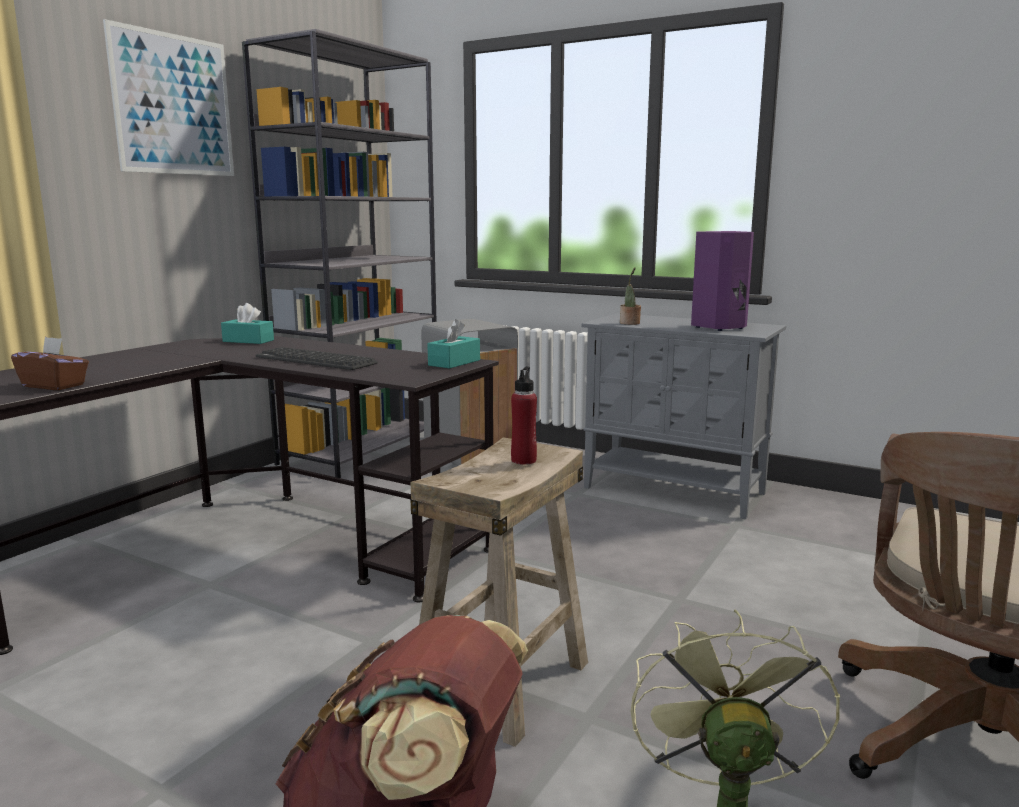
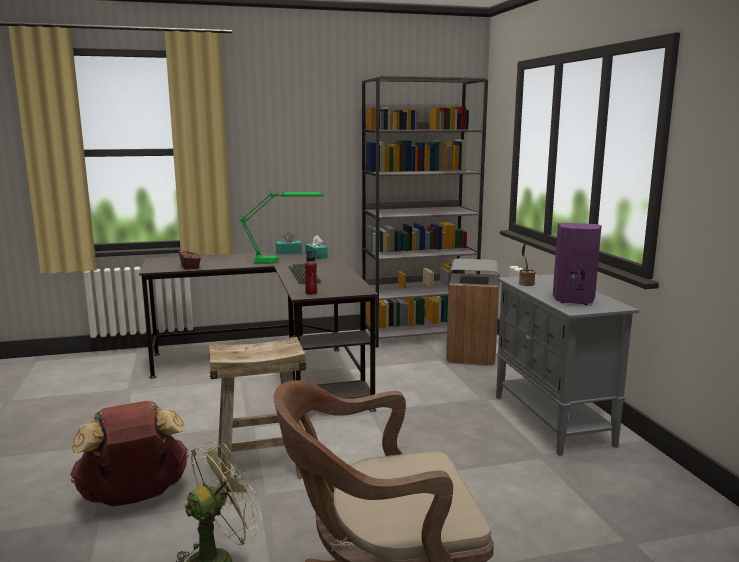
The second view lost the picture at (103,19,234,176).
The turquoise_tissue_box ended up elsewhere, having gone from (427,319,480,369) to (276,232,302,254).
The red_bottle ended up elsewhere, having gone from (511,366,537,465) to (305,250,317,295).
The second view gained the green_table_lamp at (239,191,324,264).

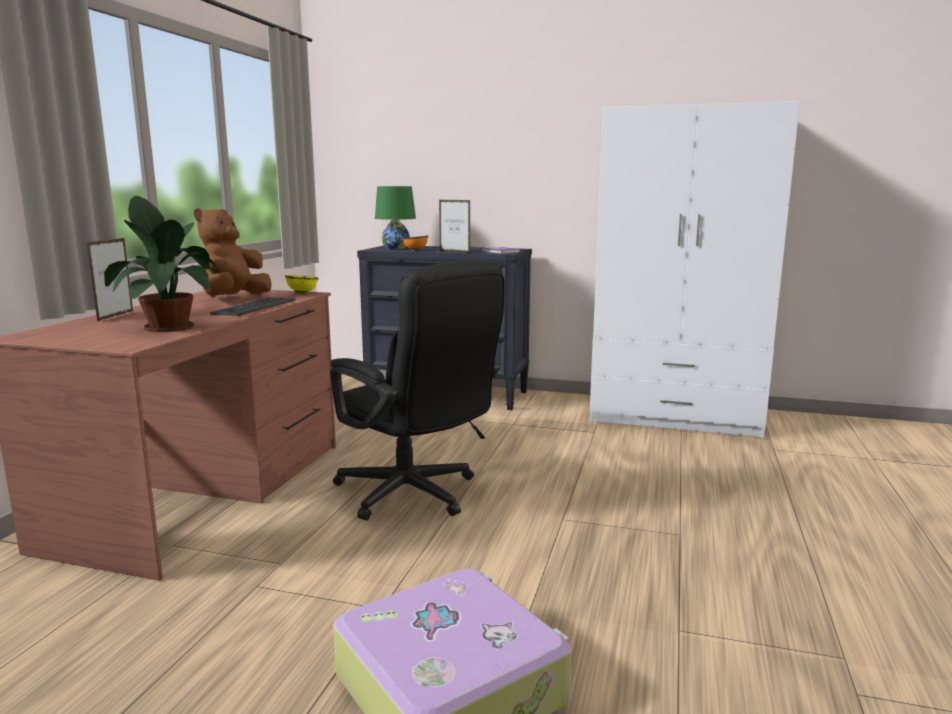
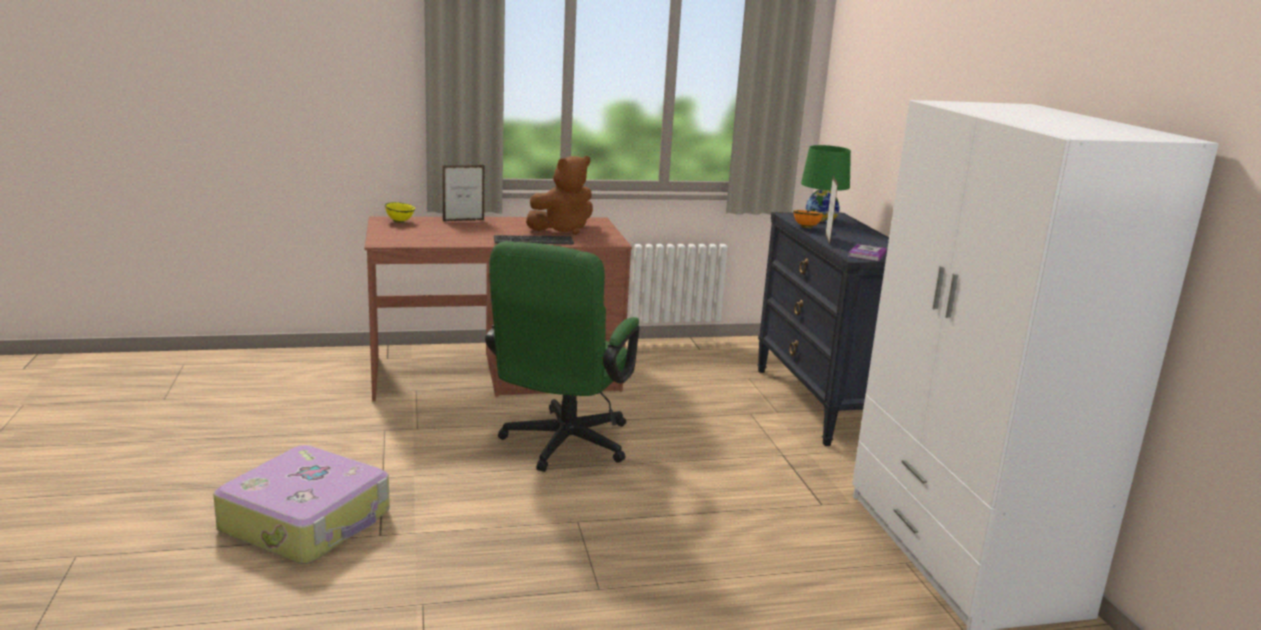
The second view lost the potted_plant at (104,196,222,332).
The brown_plush_toy at (194,208,272,297) ended up facing another way, 150 degrees clockwise from before.
The yellow_bowl ended up elsewhere, having gone from (285,275,319,294) to (385,202,415,223).
What was the black_office_chair at (330,260,505,520) turned into the green_office_chair at (485,241,640,472).

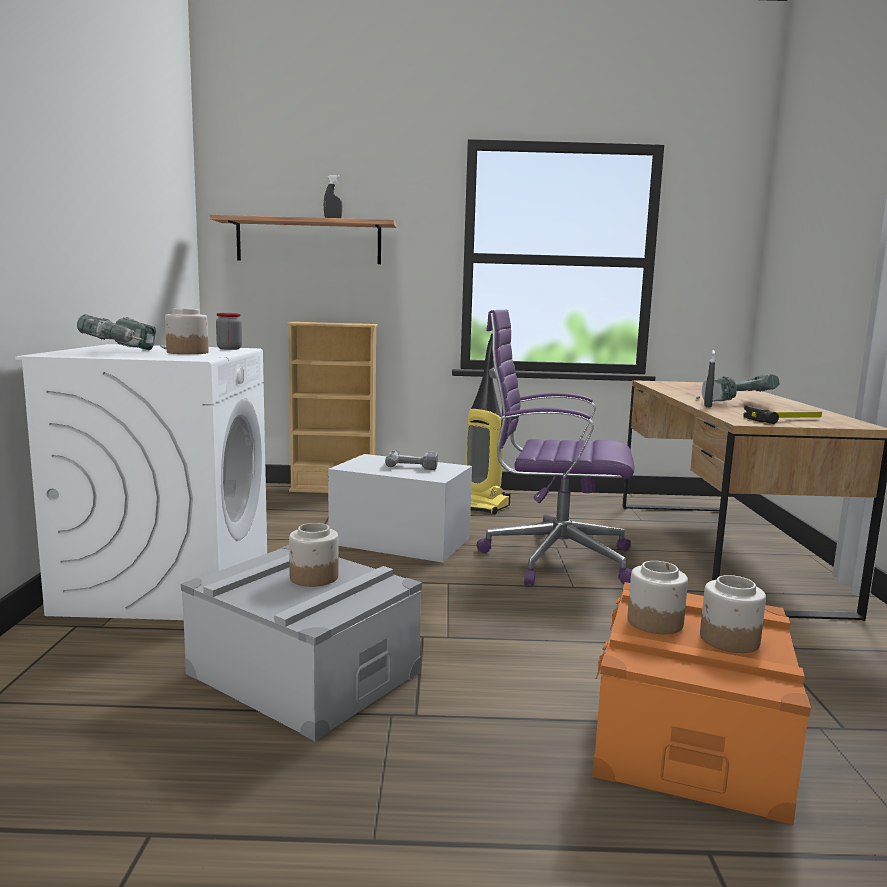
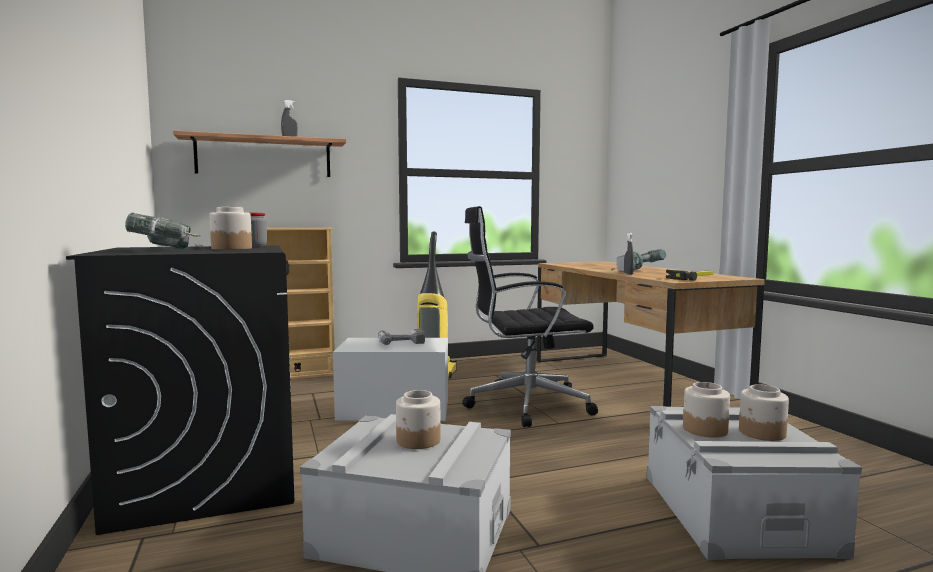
What was the white_washing_machine at (15,344,267,620) turned into the black_washing_machine at (66,246,294,535).
What was the purple_office_chair at (477,310,634,585) turned into the black_office_chair at (462,206,598,427).
What was the orange_storage_box at (592,582,811,825) turned into the grey_storage_box at (647,406,862,560).

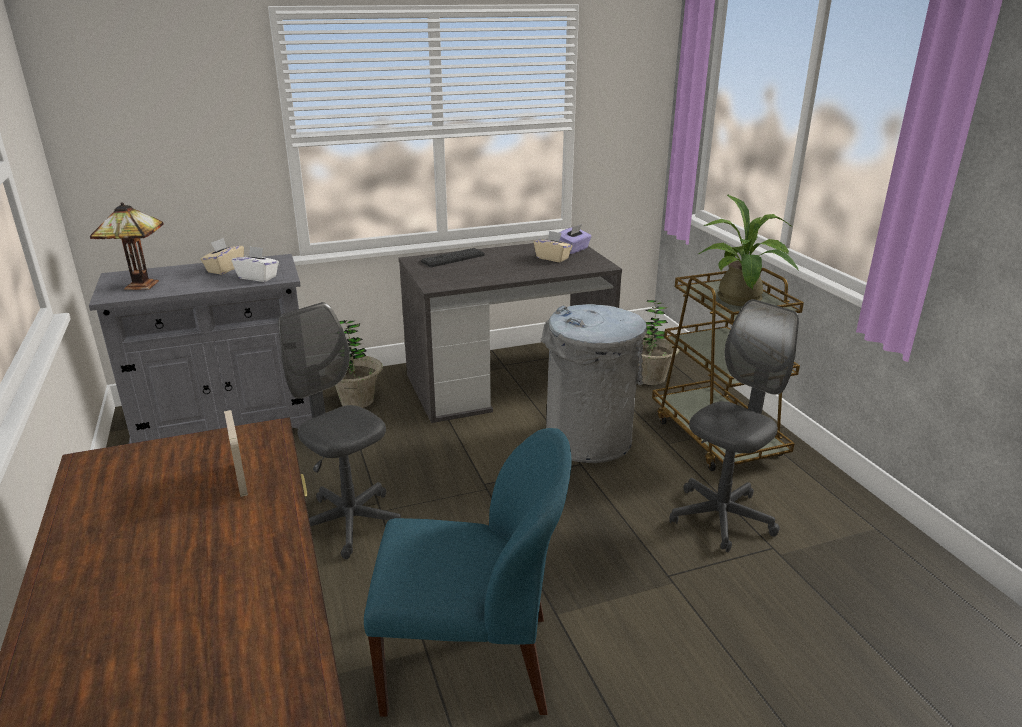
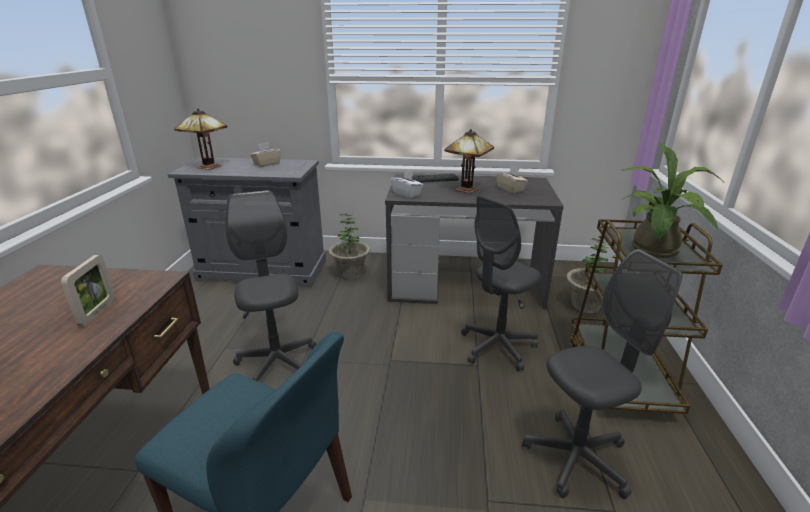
The white_tissue_box ended up elsewhere, having gone from (232,246,279,282) to (391,170,423,198).
Where the grey_trash_can stood at (540,304,647,463), the grey_office_chair came to stand at (461,196,541,371).
The second view lost the purple_tissue_box at (559,224,592,254).
The second view gained the table_lamp at (444,129,494,194).

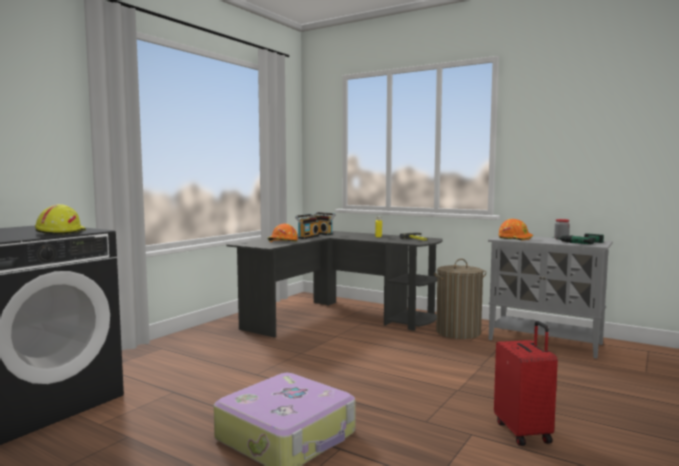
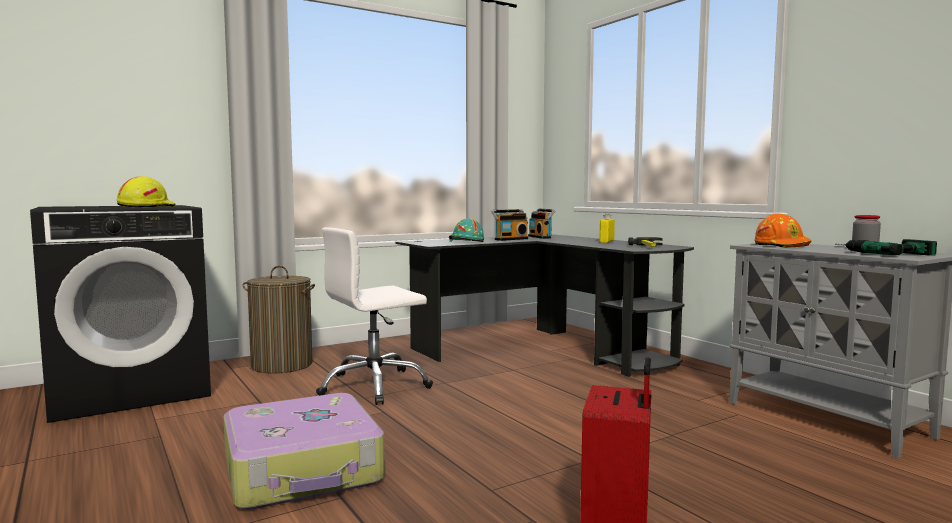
What was the orange_hard_hat at (267,224,298,242) turned into the turquoise_hard_hat at (448,218,484,242).
The laundry_basket ended up elsewhere, having gone from (434,259,486,339) to (243,265,315,373).
The second view gained the white_office_chair at (316,227,433,405).

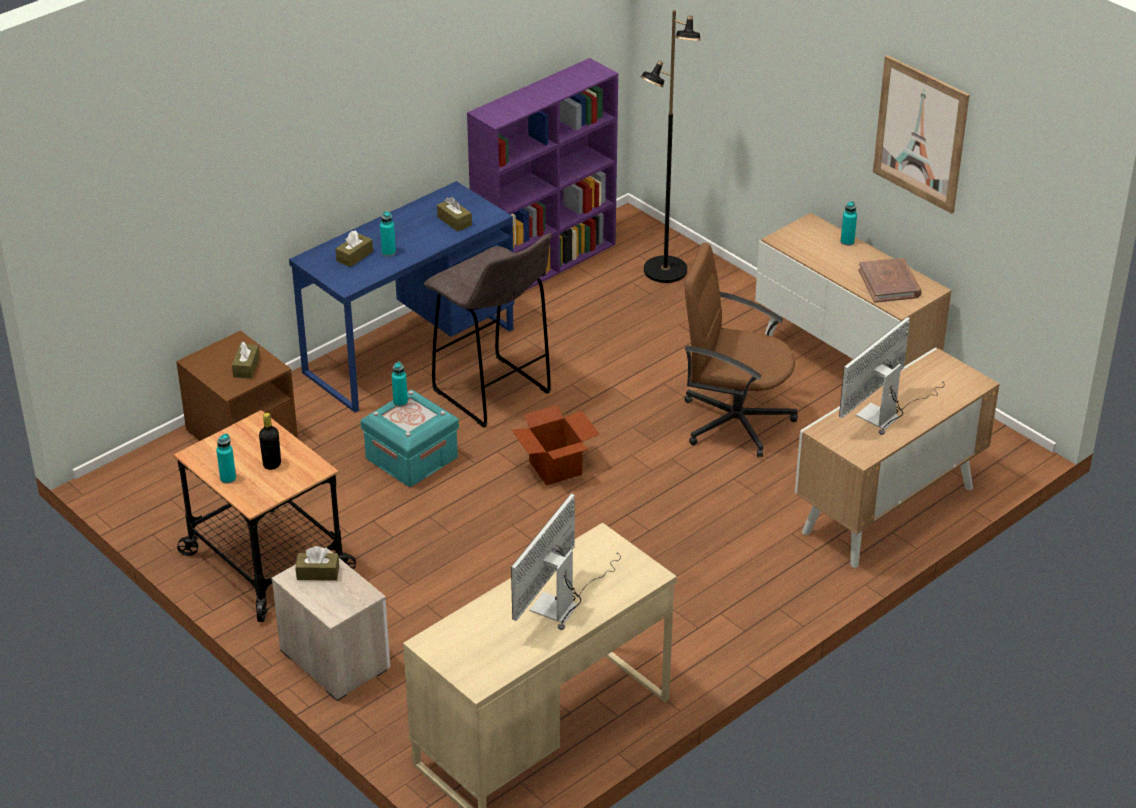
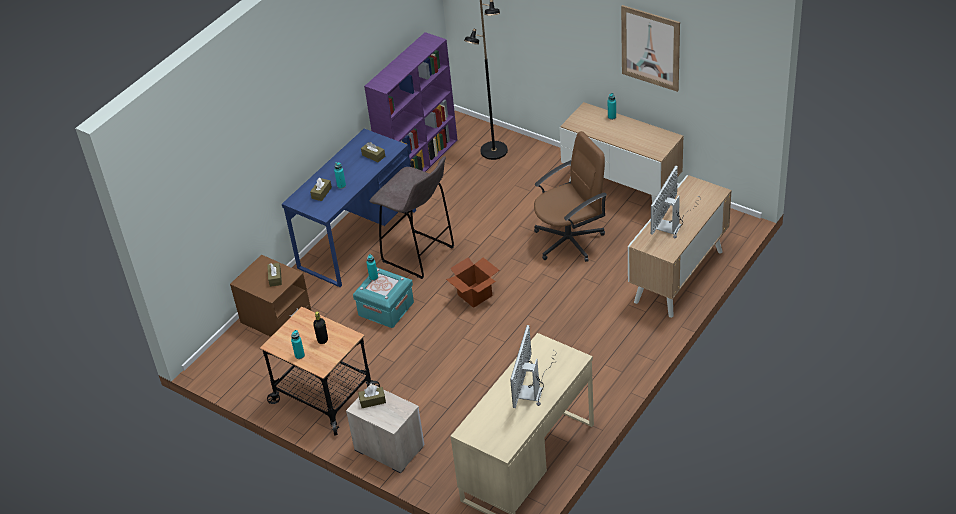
The brown_office_chair at (685,243,798,457) ended up facing another way, 150 degrees clockwise from before.
The second view lost the brown_book at (858,258,922,303).

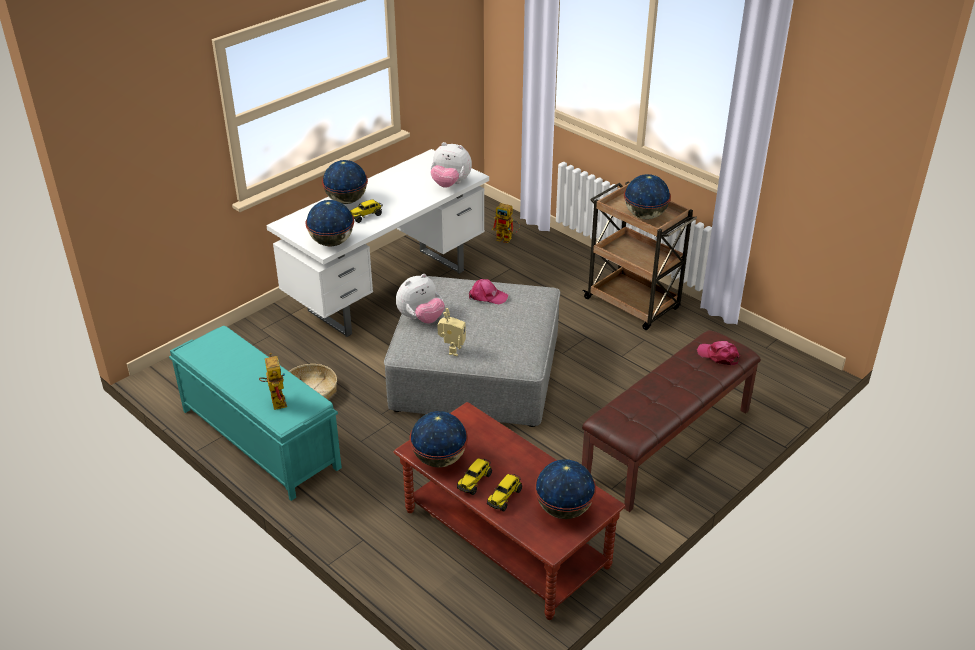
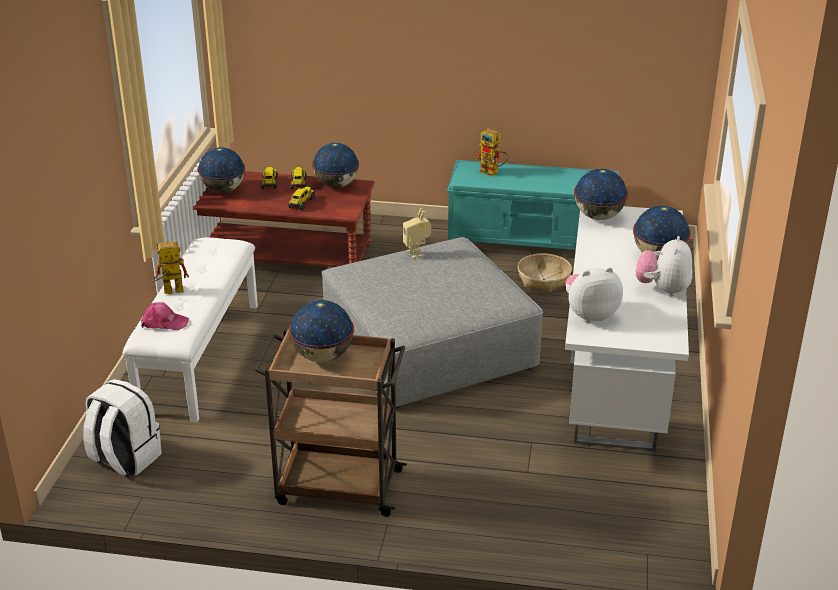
The toy_truck ended up elsewhere, having gone from (350,199,383,223) to (289,186,315,210).
The plush_toy ended up elsewhere, having gone from (396,274,445,323) to (636,236,692,296).
The second view lost the pink_cap at (469,279,508,304).
The toy_robot ended up elsewhere, having gone from (492,203,520,243) to (152,241,189,294).
What was the brown_bench at (582,330,761,512) turned into the white_bench at (123,237,258,422).
The second view gained the white_backpack at (83,379,161,478).

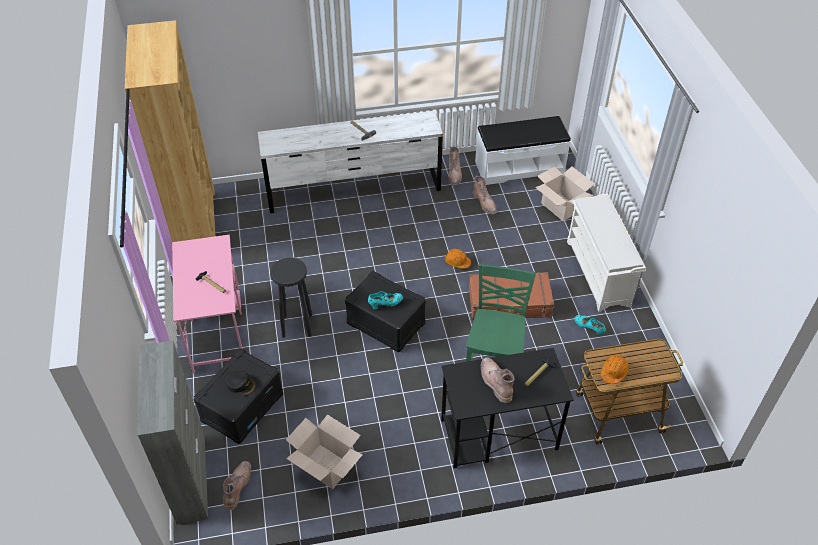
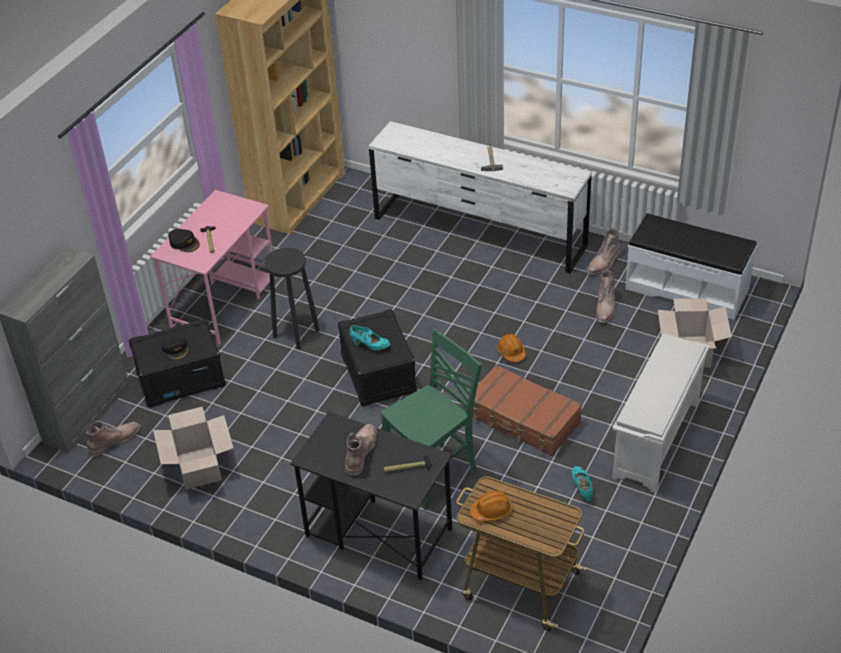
The second view gained the black_cap at (168,229,200,252).

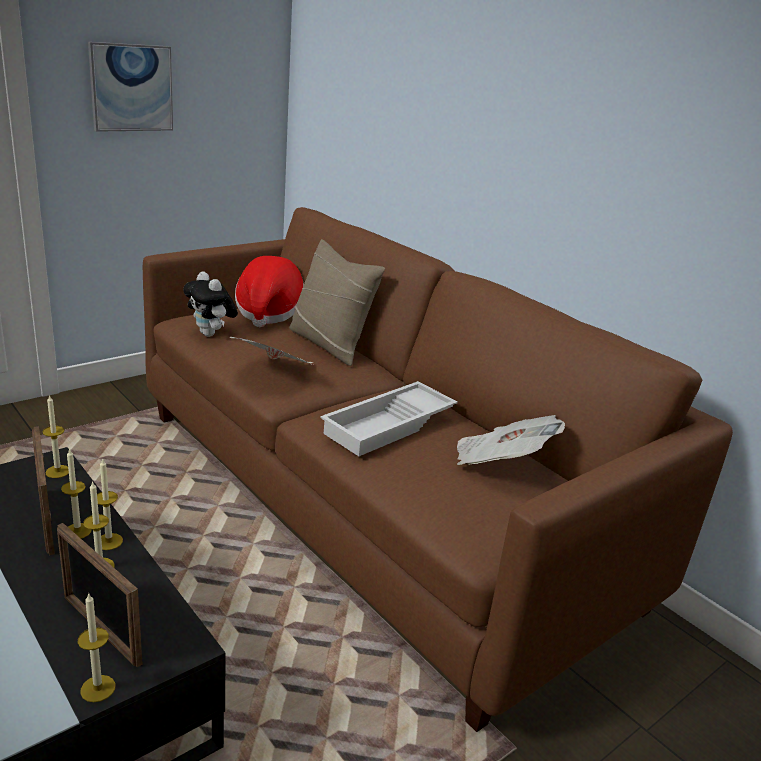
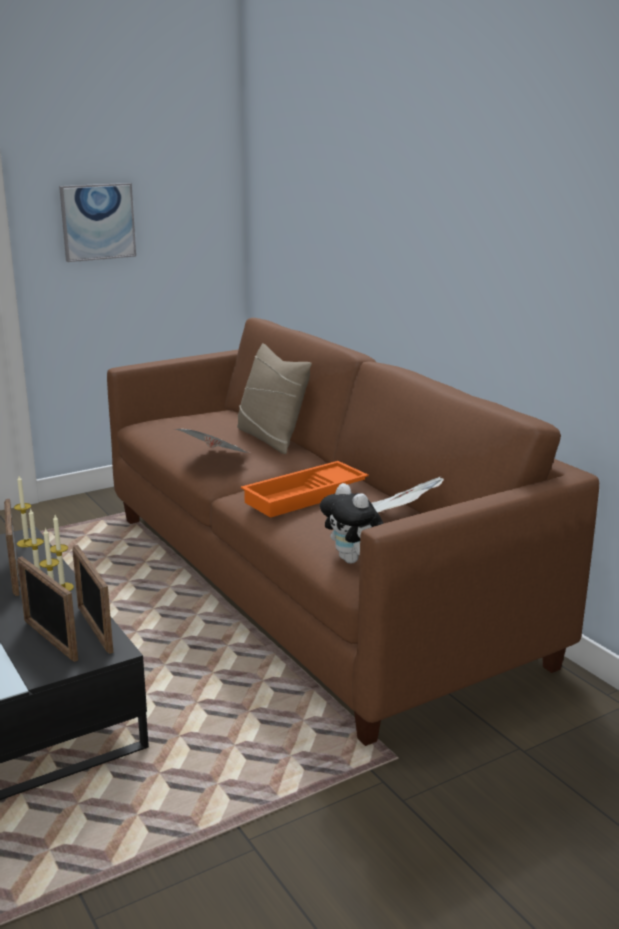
The second view lost the candle at (78,592,115,702).
The plush_toy ended up elsewhere, having gone from (183,271,238,337) to (320,483,384,564).
The second view lost the hat at (235,256,304,327).
What was the white_tray at (320,381,458,456) turned into the orange_tray at (241,461,369,518).
The second view gained the picture_frame at (72,545,113,654).

